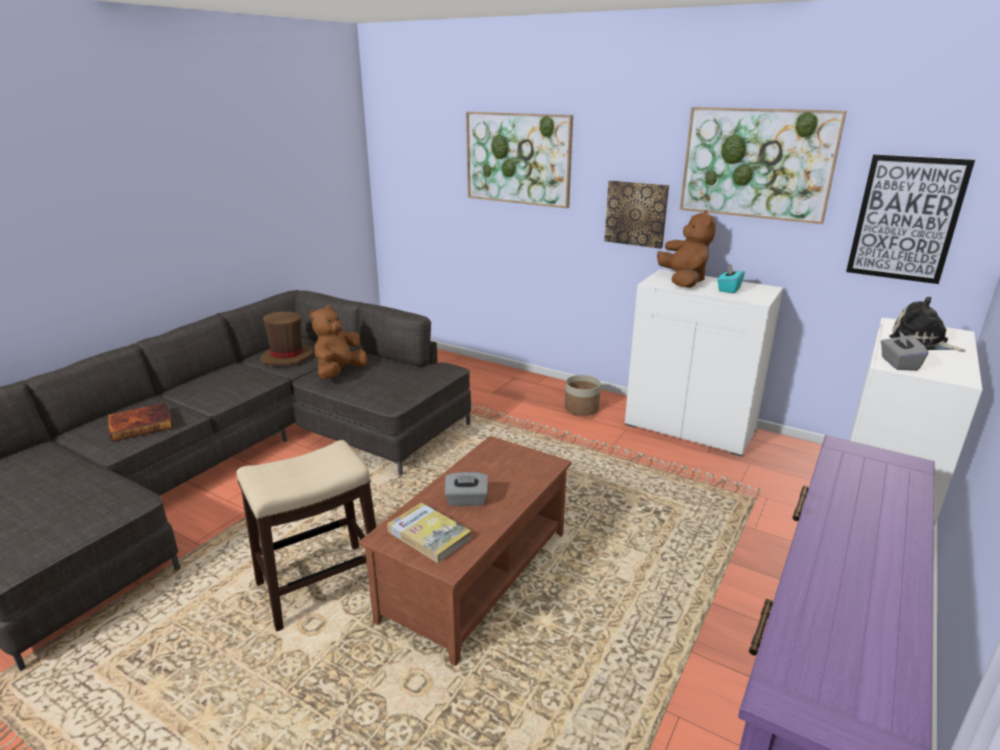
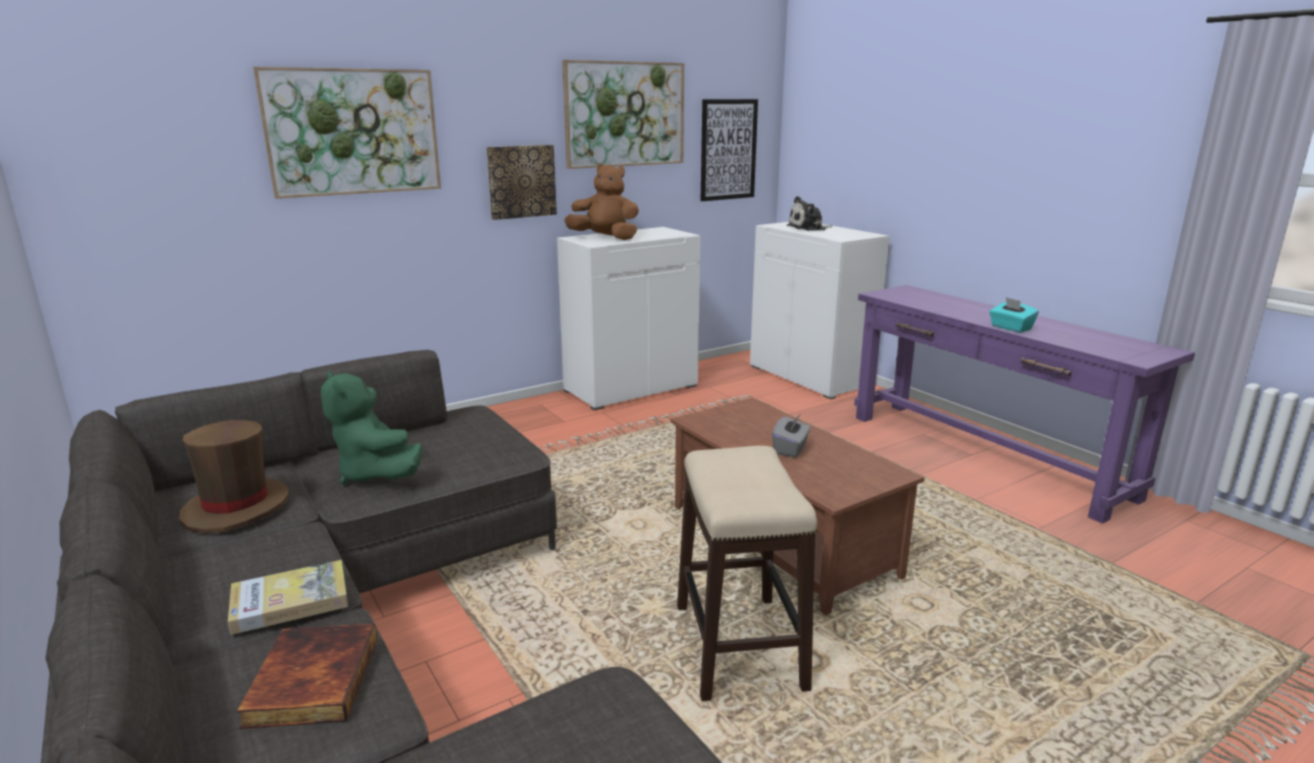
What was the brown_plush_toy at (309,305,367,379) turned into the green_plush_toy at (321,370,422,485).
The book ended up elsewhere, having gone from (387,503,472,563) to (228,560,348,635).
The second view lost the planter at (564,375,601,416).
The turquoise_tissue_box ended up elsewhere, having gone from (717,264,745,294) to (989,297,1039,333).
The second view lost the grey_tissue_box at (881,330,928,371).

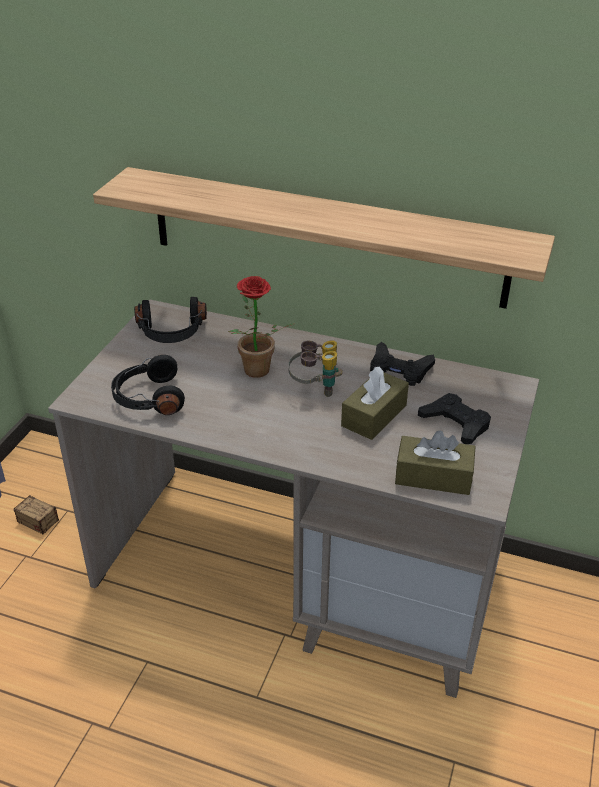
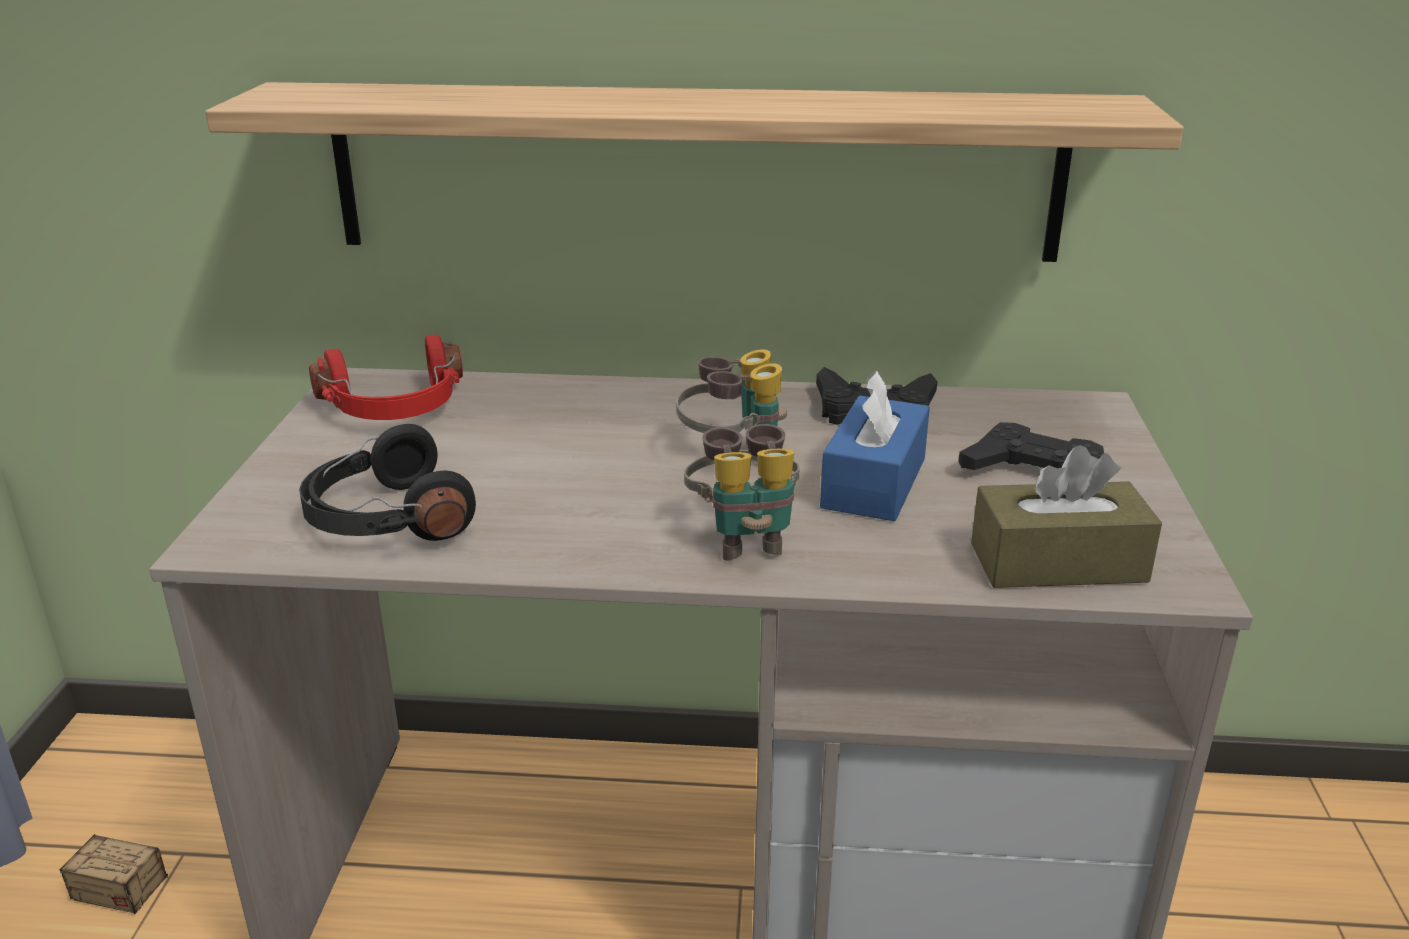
What was the black_headphones at (134,297,207,343) turned into the red_headphones at (309,335,463,420).
The second view lost the potted_plant at (228,276,295,378).
What was the brown_tissue_box at (341,366,409,440) turned into the blue_tissue_box at (820,370,930,521).
The second view gained the binoculars at (684,424,800,561).

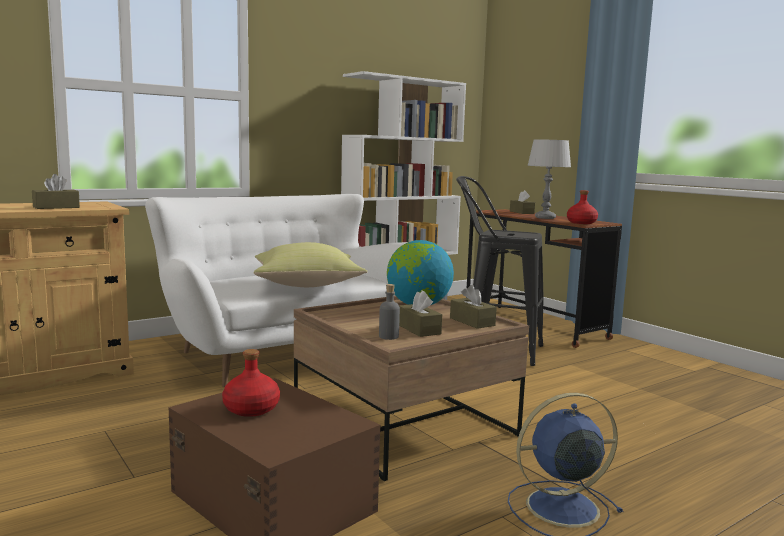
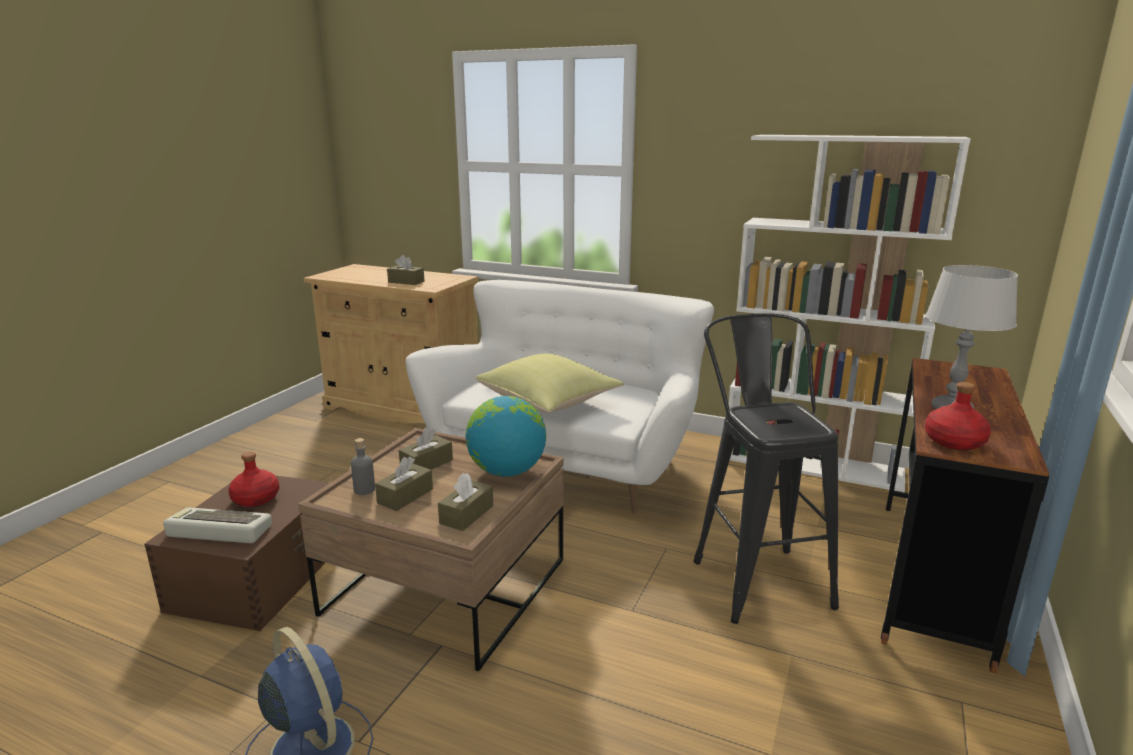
The brown_tissue_box ended up elsewhere, having gone from (510,190,535,214) to (399,428,453,470).
The second view gained the keyboard at (163,508,272,543).

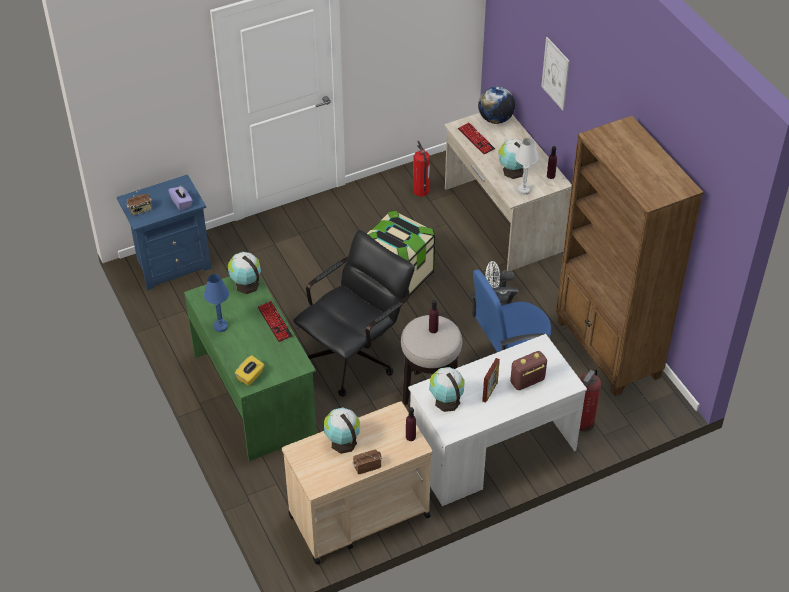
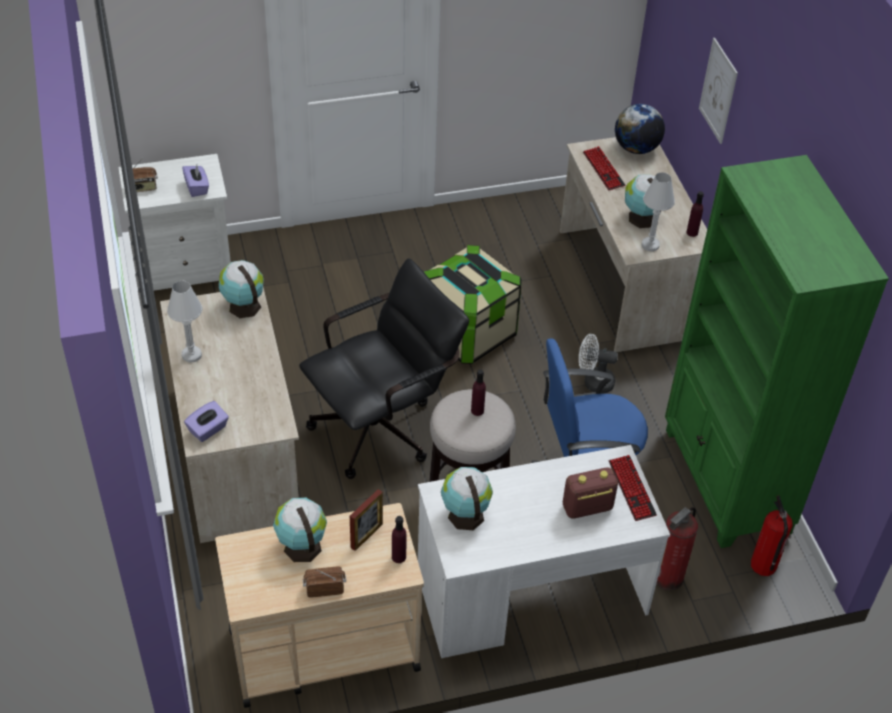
What was the blue_nightstand at (117,174,211,291) turned into the white_nightstand at (118,154,231,291).
What was the green_desk at (184,275,317,461) turned into the beige_desk at (160,288,299,543).
What was the blue_table_lamp at (204,274,229,332) turned into the white_table_lamp at (167,281,202,362).
What was the yellow_tissue_box at (235,355,264,386) turned into the purple_tissue_box at (184,401,229,442).
The keyboard ended up elsewhere, having gone from (258,301,293,342) to (609,455,657,521).
The fire_extinguisher ended up elsewhere, having gone from (413,141,430,197) to (751,495,793,576).
The picture_frame ended up elsewhere, having gone from (482,358,500,403) to (350,489,383,551).
What was the brown_bookcase at (556,116,704,396) turned into the green_bookcase at (665,155,889,548).

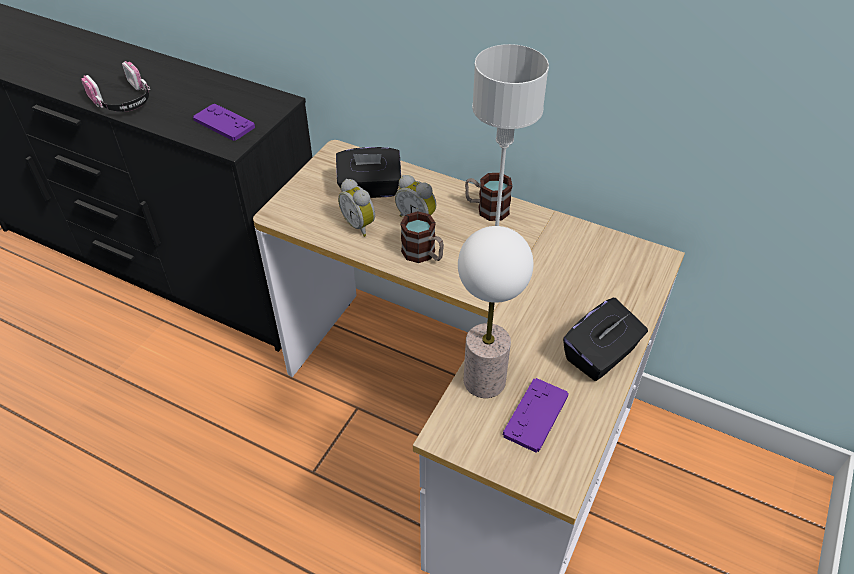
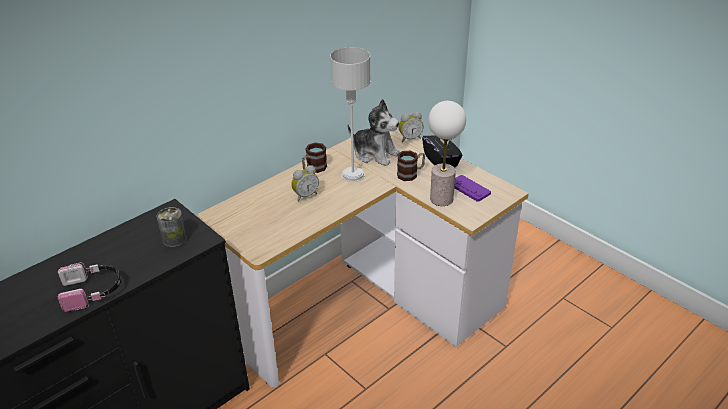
Where the purple_game_controller stood at (193,104,255,141), the can came to stand at (157,207,187,247).
The second view lost the black_tissue_box at (336,147,401,198).
The alarm_clock ended up elsewhere, having gone from (338,179,375,237) to (399,112,423,142).
The mug ended up elsewhere, having gone from (400,211,444,263) to (397,151,425,181).
The second view gained the plush_toy at (347,99,400,166).

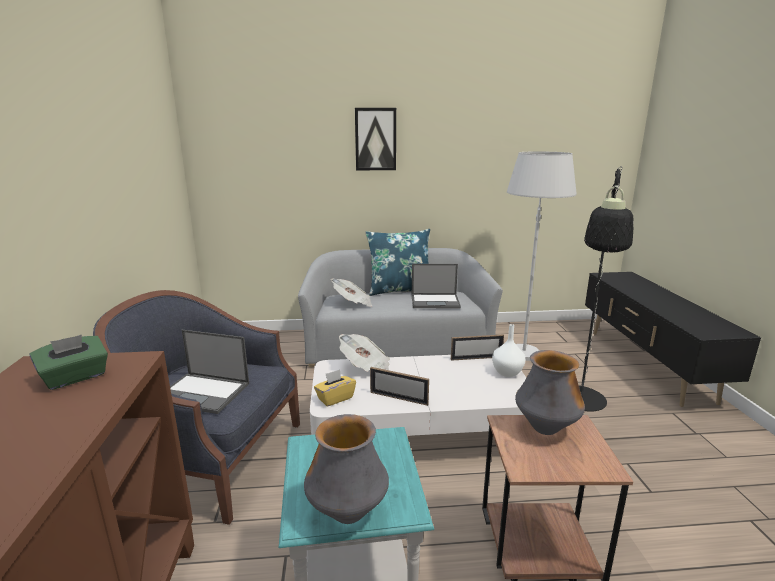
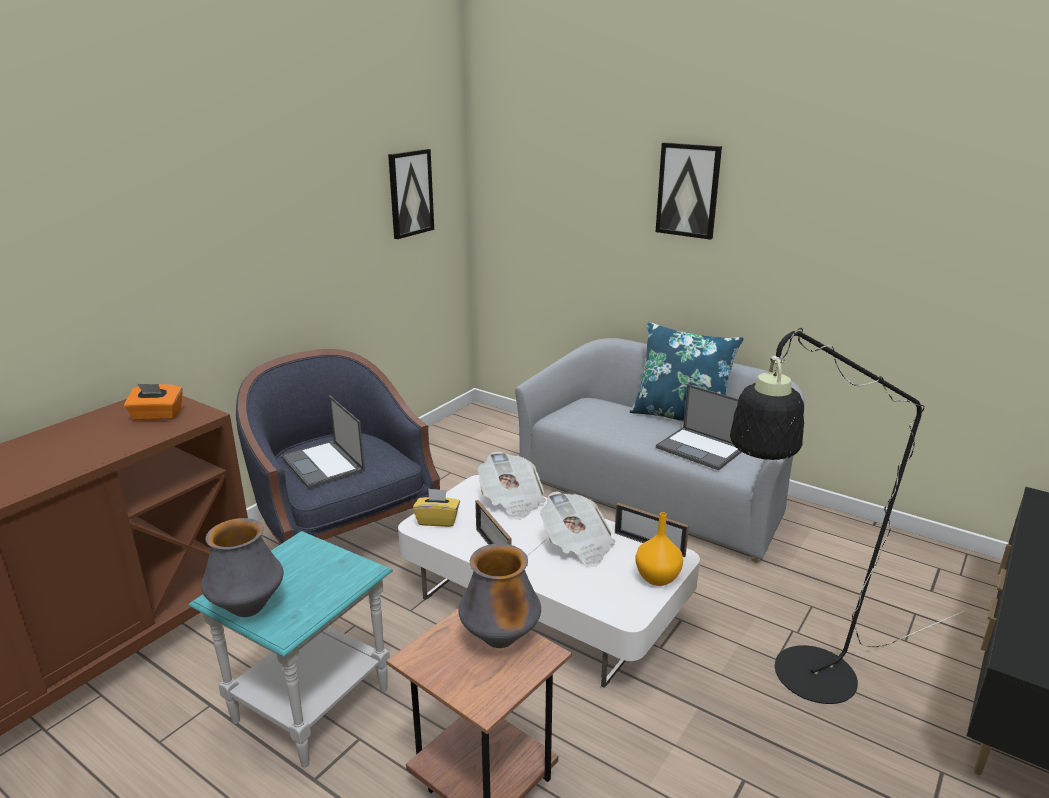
What was the green_tissue_box at (29,335,108,390) turned into the orange_tissue_box at (124,384,183,421).
The newspaper ended up elsewhere, having gone from (331,279,372,307) to (540,491,616,567).
What was the white_vase at (492,324,525,377) turned into the orange_vase at (635,512,683,586).
The second view lost the white_floor_lamp at (507,151,577,361).
The second view gained the picture at (388,149,434,239).

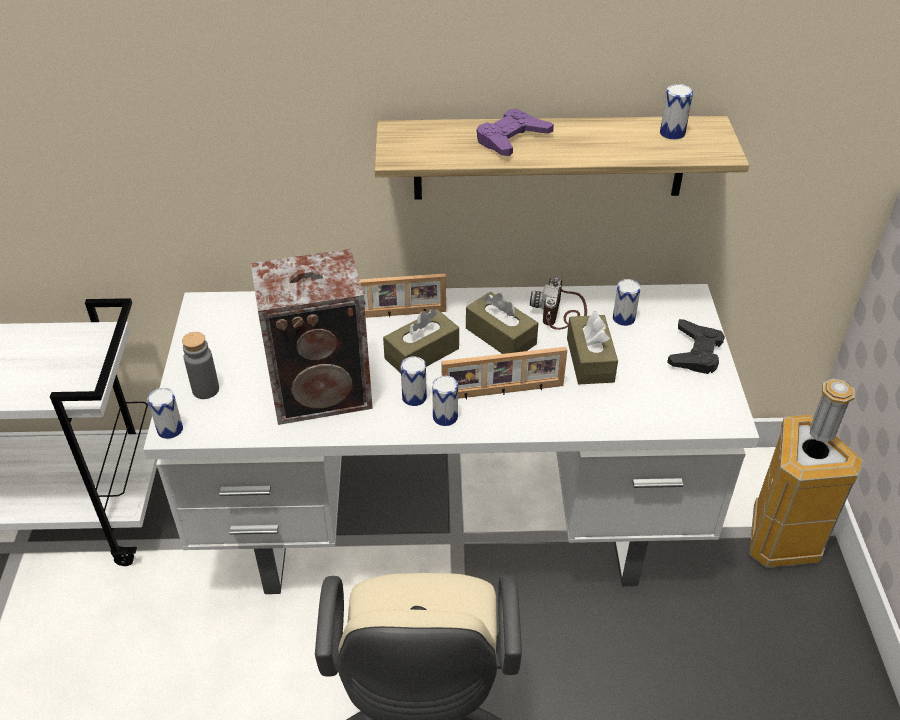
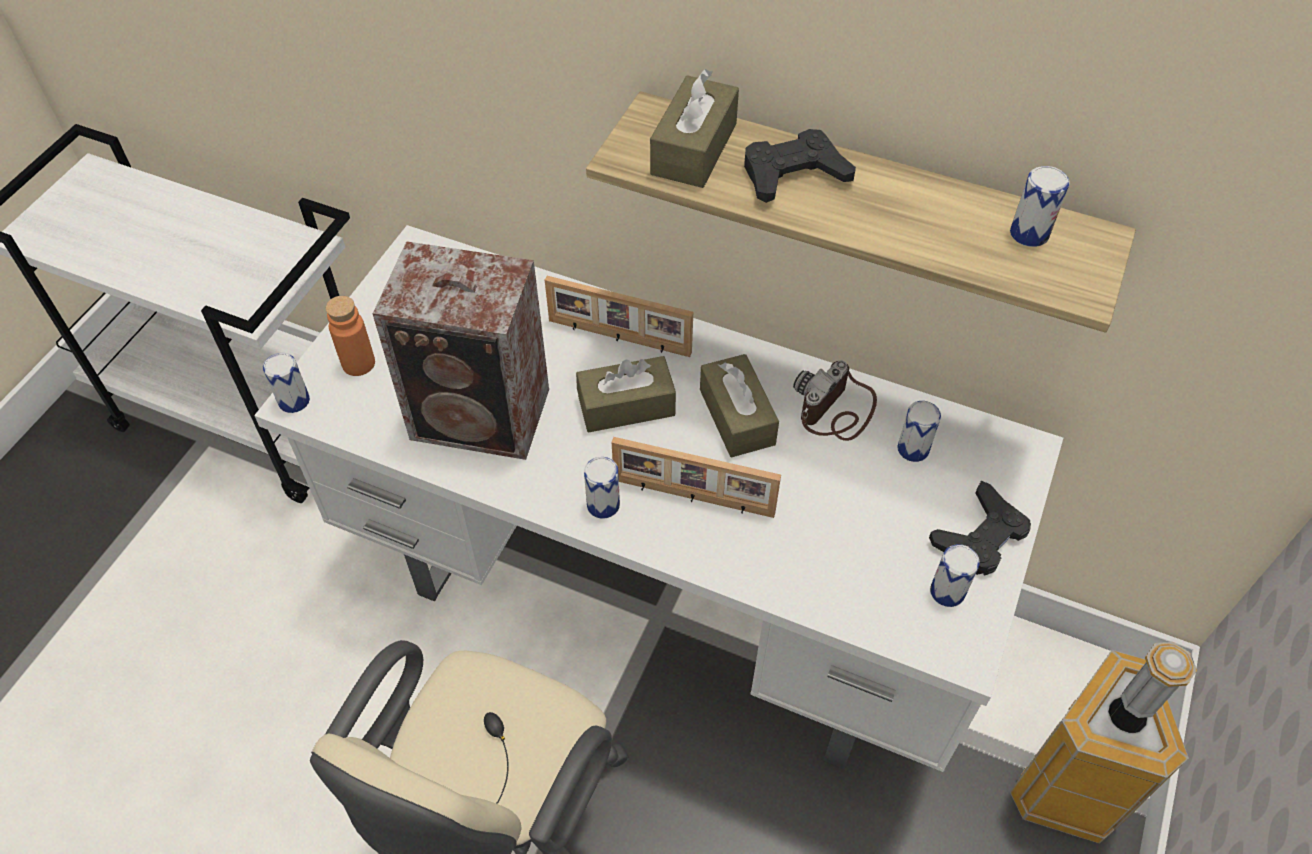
What was the grey_bottle at (182,332,219,399) turned into the orange_bottle at (326,296,375,376).
The can ended up elsewhere, having gone from (401,356,427,406) to (930,544,980,607).
What was the purple_game_controller at (476,109,554,156) turned into the black_game_controller at (744,129,856,203).
The brown_tissue_box ended up elsewhere, having gone from (567,311,618,384) to (650,69,739,188).

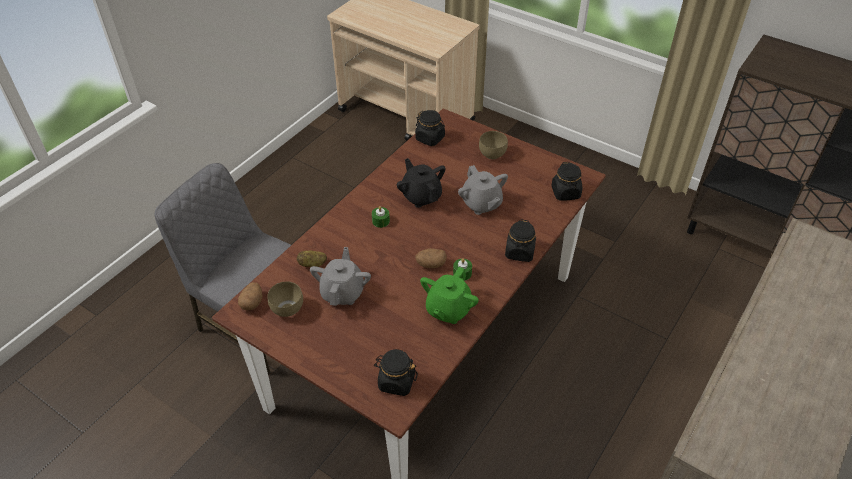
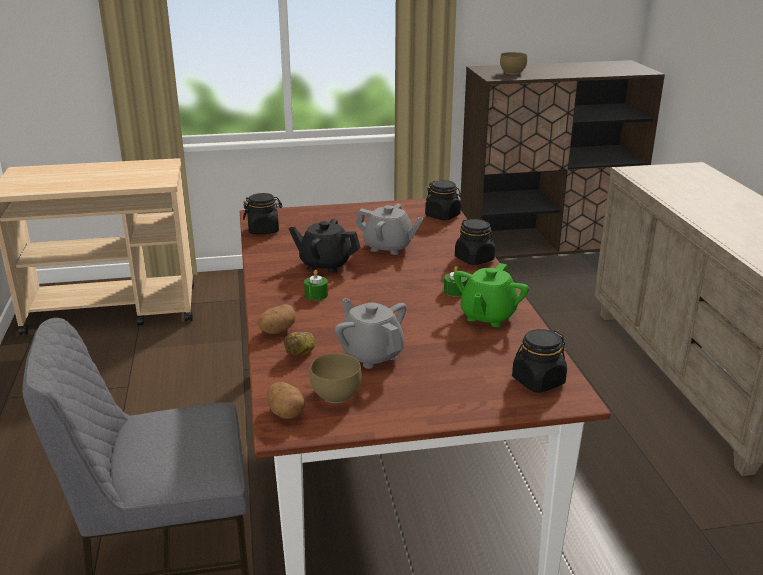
The potato ended up elsewhere, having gone from (415,248,447,268) to (258,304,296,334).
The green_teapot at (420,267,479,324) ended up facing another way, 45 degrees clockwise from before.
The brown_bowl ended up elsewhere, having gone from (479,131,508,159) to (500,52,527,74).

